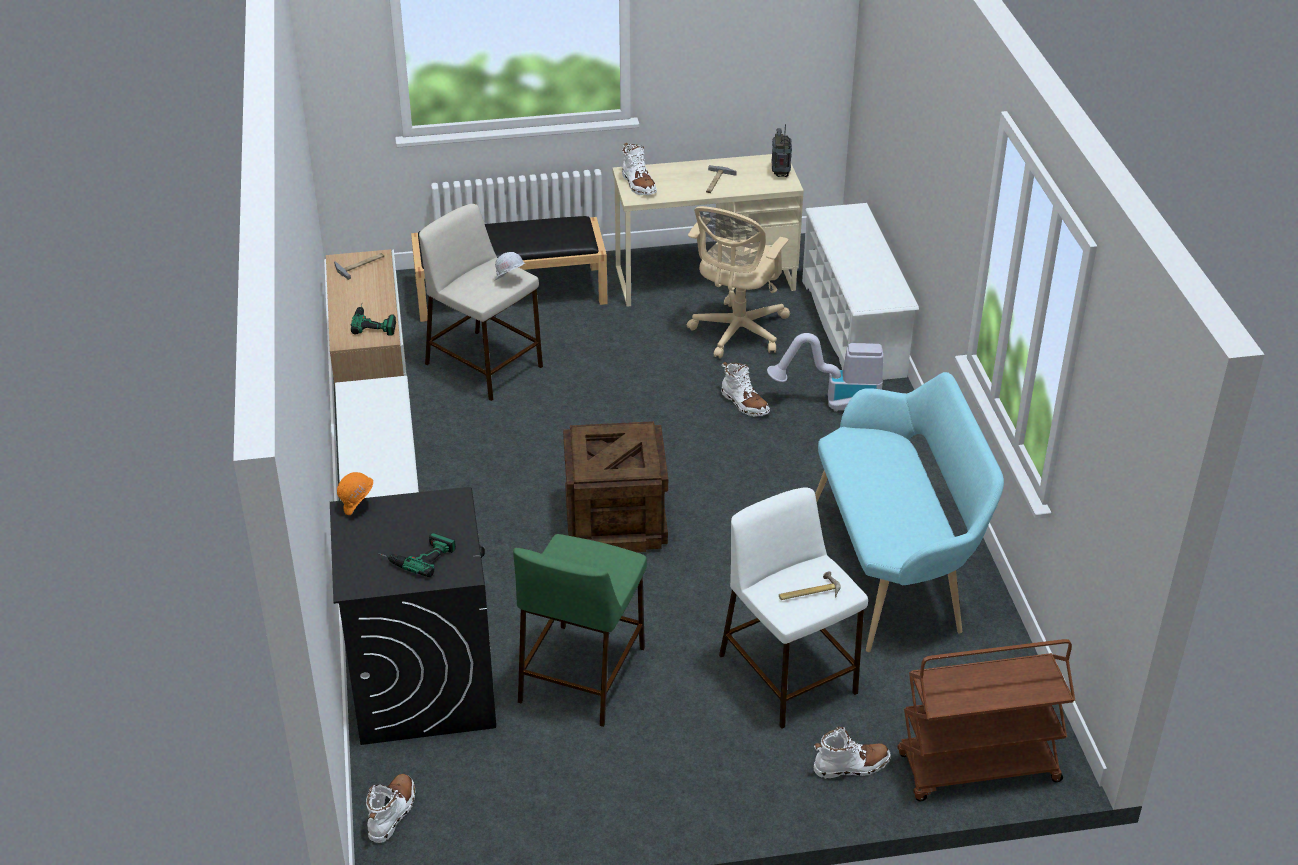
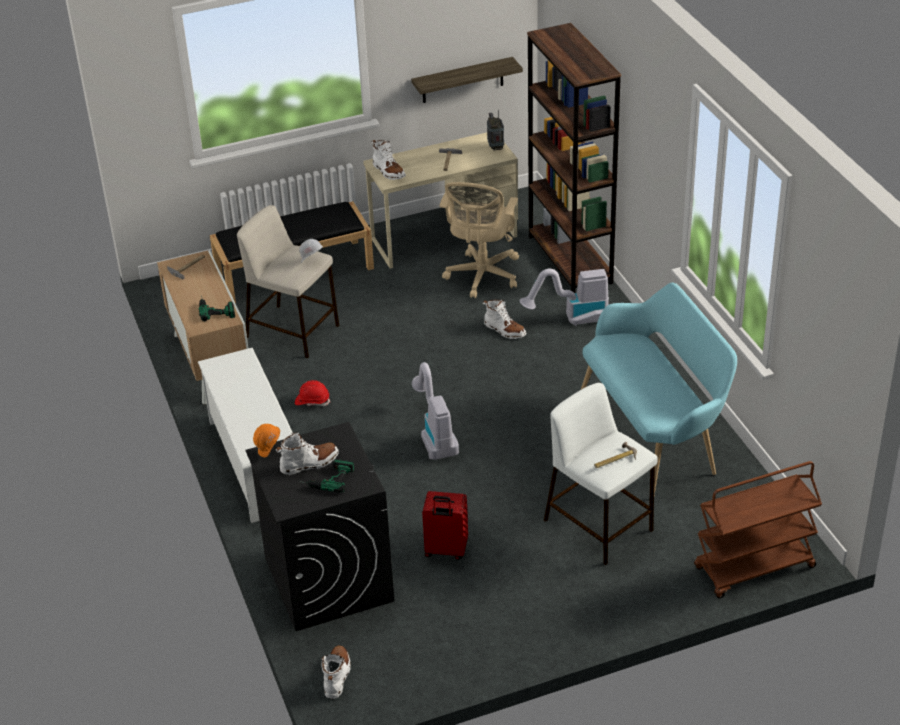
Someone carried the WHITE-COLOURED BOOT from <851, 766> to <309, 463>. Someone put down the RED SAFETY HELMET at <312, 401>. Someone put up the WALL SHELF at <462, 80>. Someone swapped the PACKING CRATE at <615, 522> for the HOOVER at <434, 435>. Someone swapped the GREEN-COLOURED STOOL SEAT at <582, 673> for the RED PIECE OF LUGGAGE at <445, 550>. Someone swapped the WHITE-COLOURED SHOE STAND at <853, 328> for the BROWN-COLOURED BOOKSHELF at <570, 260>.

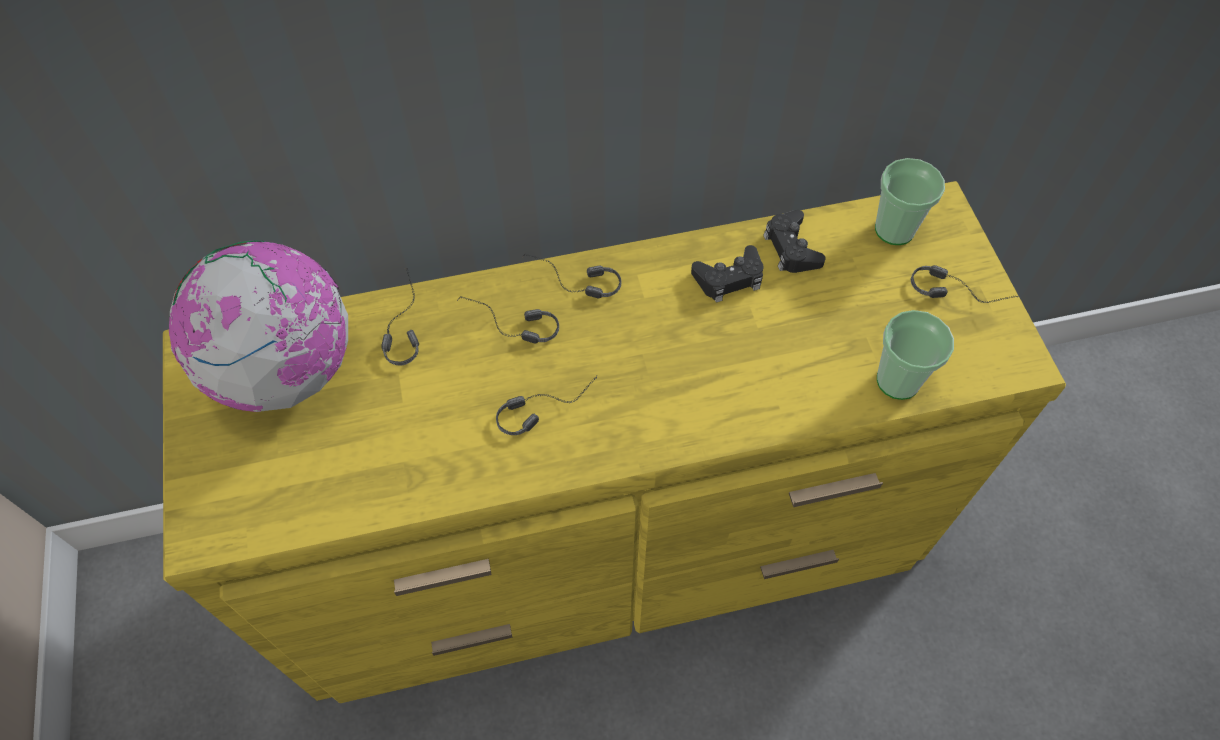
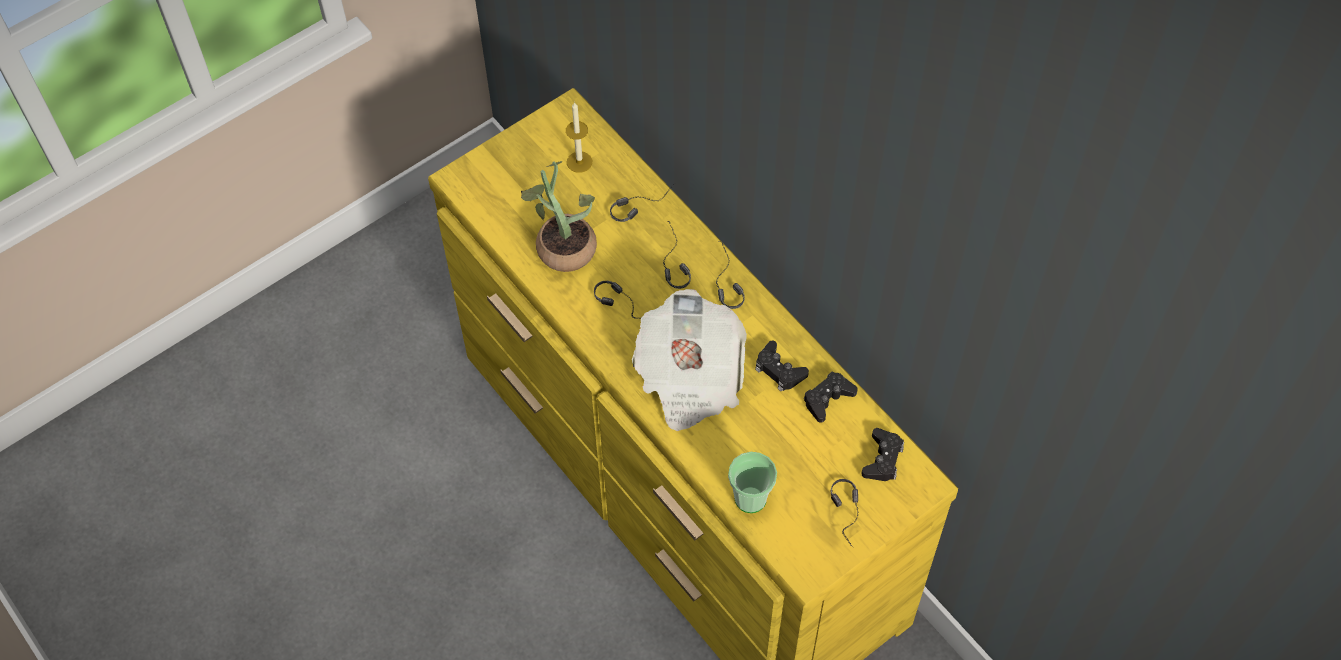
Someone put down the HOUSEPLANT at <562, 244>. Someone swapped the DESK GLOBE at <287, 369> for the WAX CANDLE at <579, 162>. Someone put down the DAILY PAPER at <689, 377>. Someone swapped the CUP at <894, 229> for the BLACKISH JOYPAD at <883, 459>.

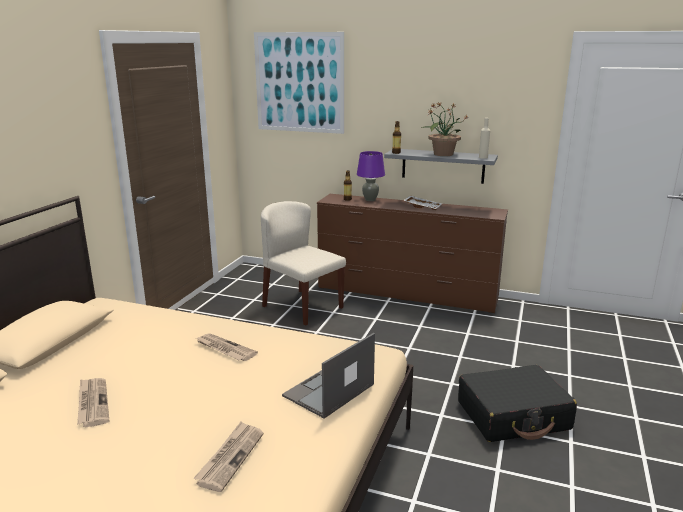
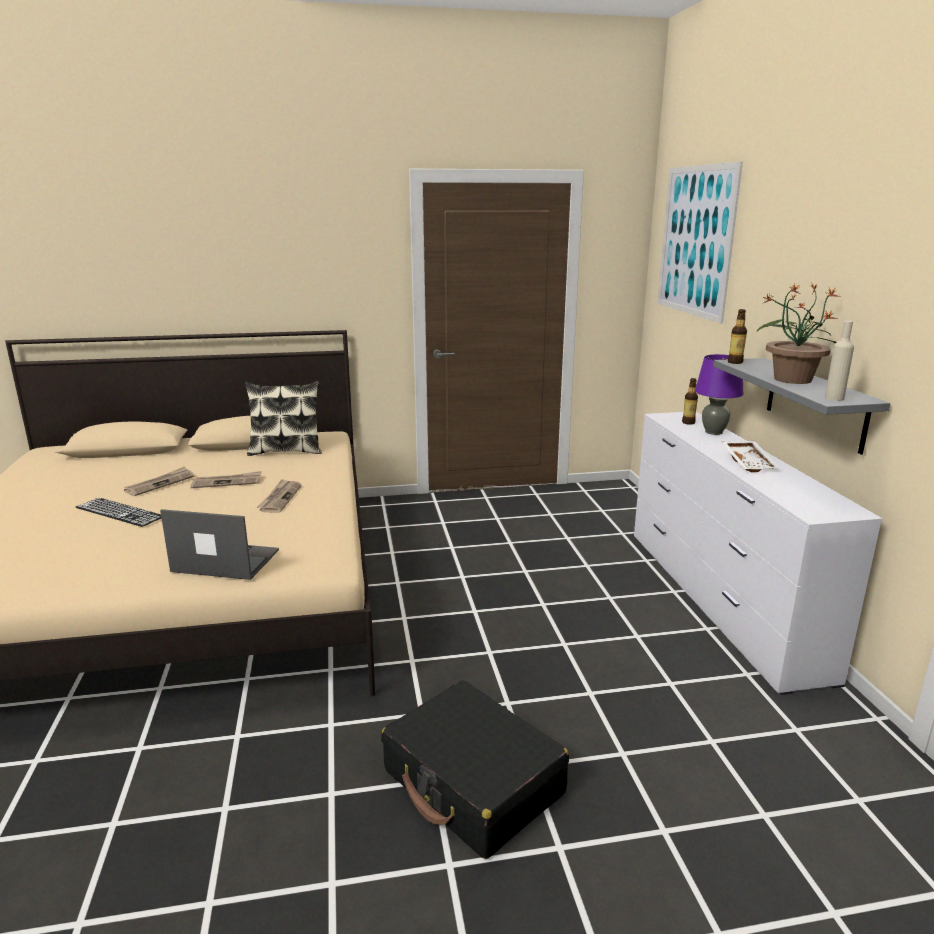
Someone put down the PC KEYBOARD at <119, 512>. Someone carried the DAILY PAPER from <230, 457> to <227, 482>. Someone put down the CUSHION at <286, 451>. Someone repainted the BROWN-COLOURED CHEST OF DRAWERS at <406, 293>, which became the WHITE-COLOURED CHEST OF DRAWERS at <719, 599>. Someone took away the BEIGE CHAIR at <302, 307>.

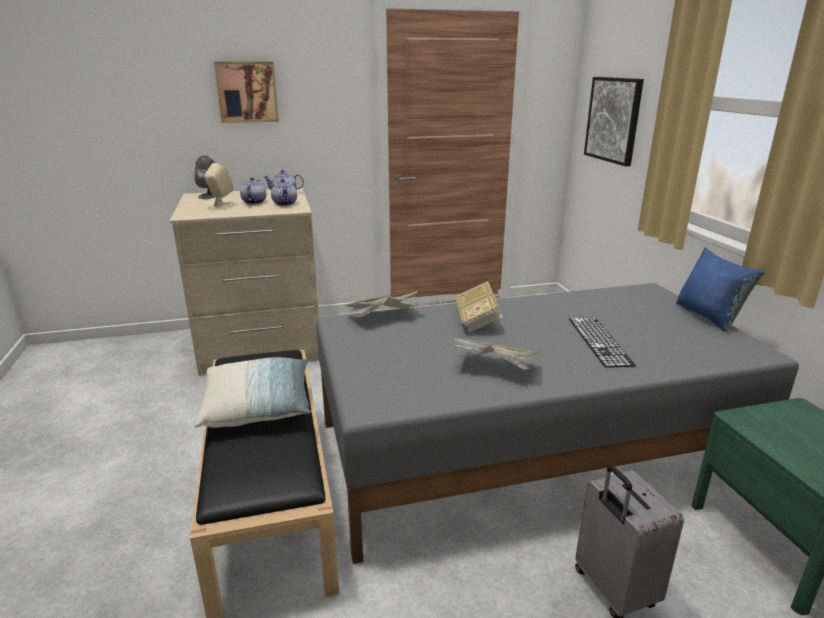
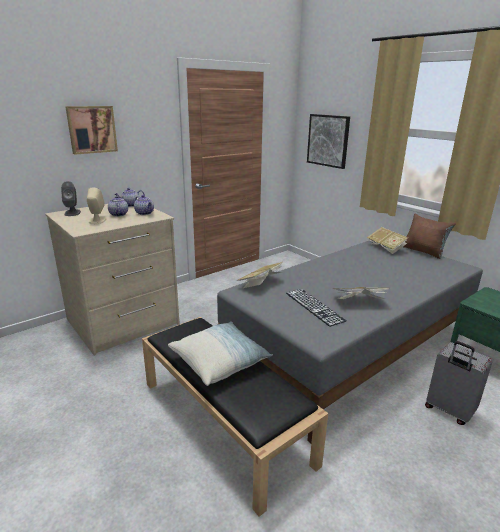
Someone carried the PC KEYBOARD from <599, 341> to <314, 306>. Someone carried the VOLUME from <477, 320> to <386, 248>. Someone repainted the BLUISH CUSHION at <709, 316>, which became the BROWN-COLOURED CUSHION at <424, 251>.

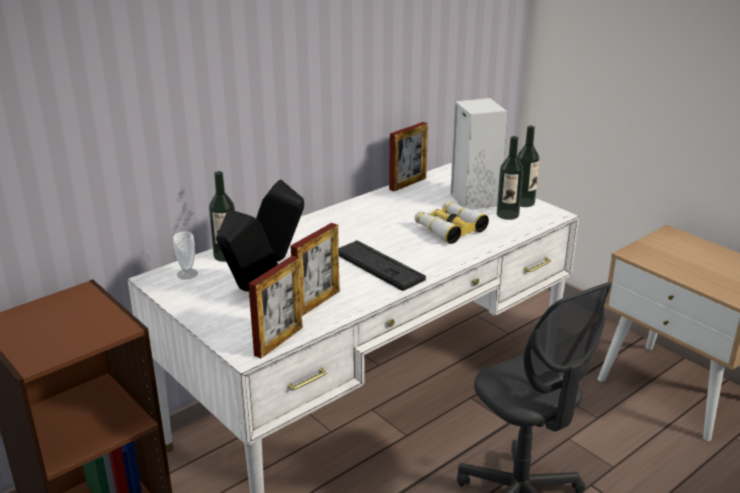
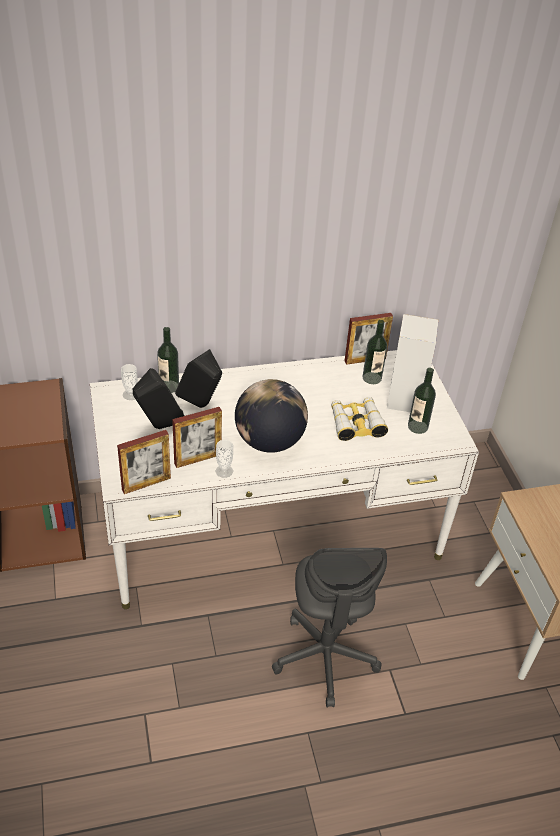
Someone put down the CUP at <224, 471>. Someone swapped the PC KEYBOARD at <379, 266> for the DESK GLOBE at <269, 441>. Someone carried the BOTTLE from <523, 202> to <372, 378>.

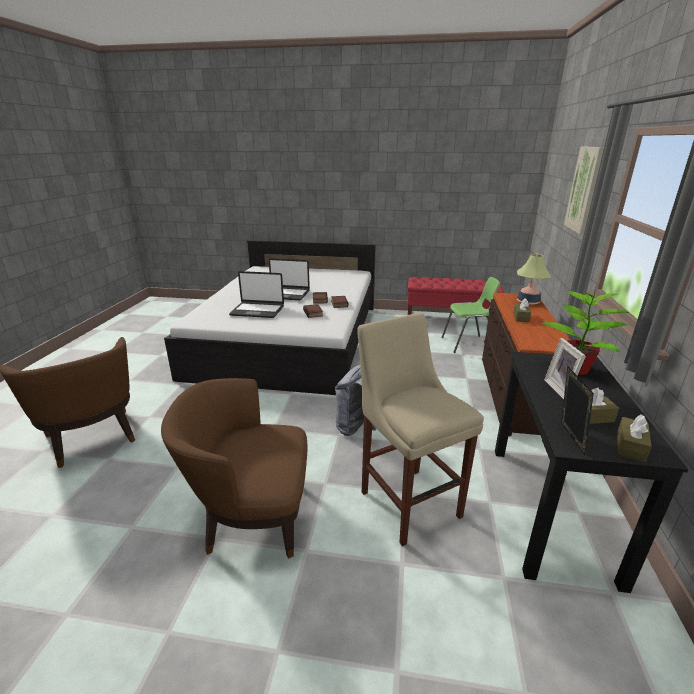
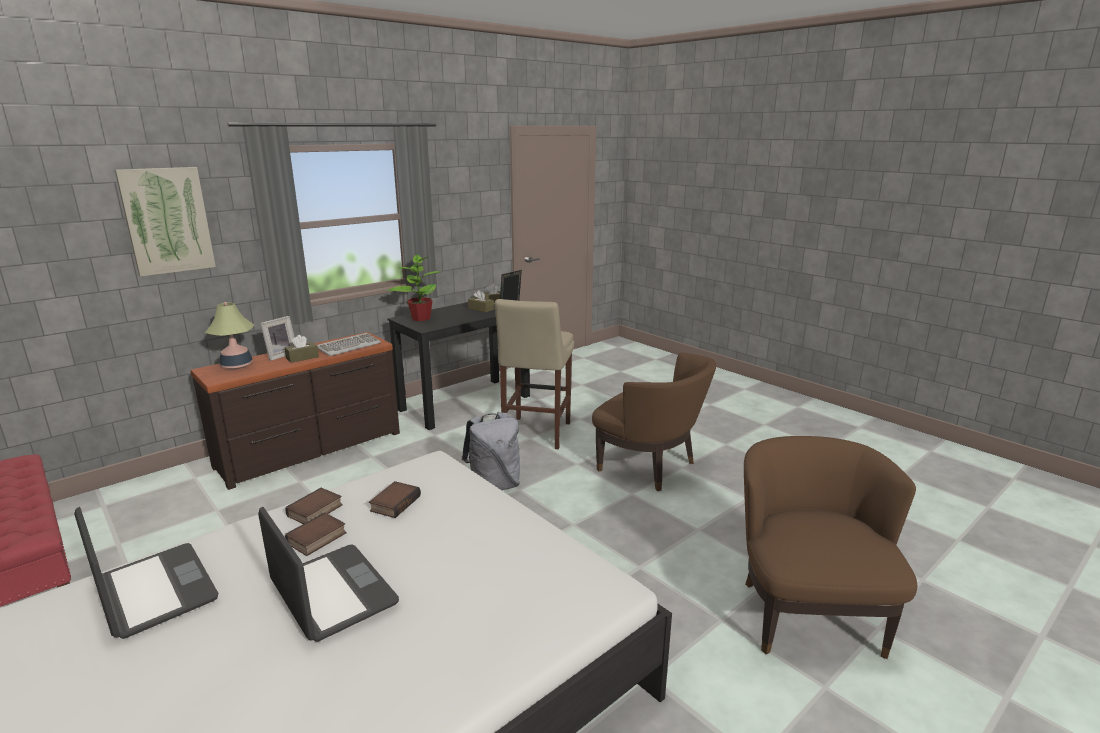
Someone carried the PORTABLE COMPUTER from <257, 310> to <154, 591>. Someone carried the PHOTO FRAME from <562, 389> to <280, 355>. Someone put down the PC KEYBOARD at <349, 347>. Someone took away the GREEN-COLOURED CHAIR at <467, 344>.

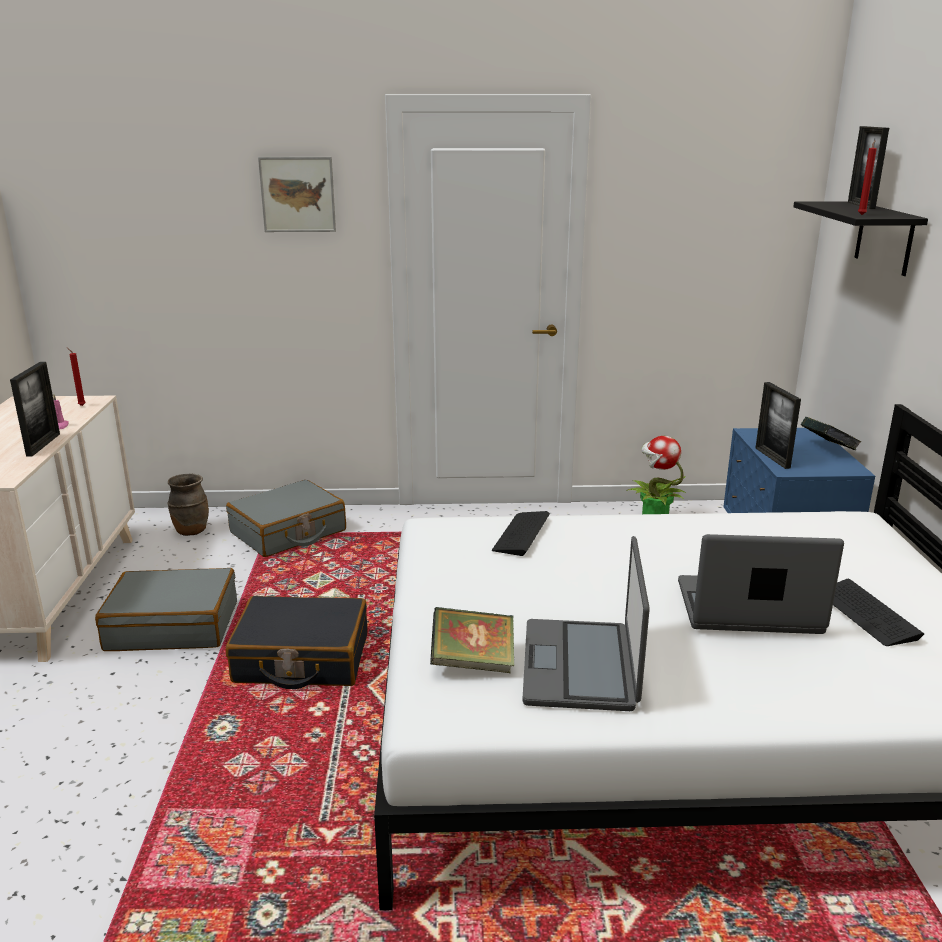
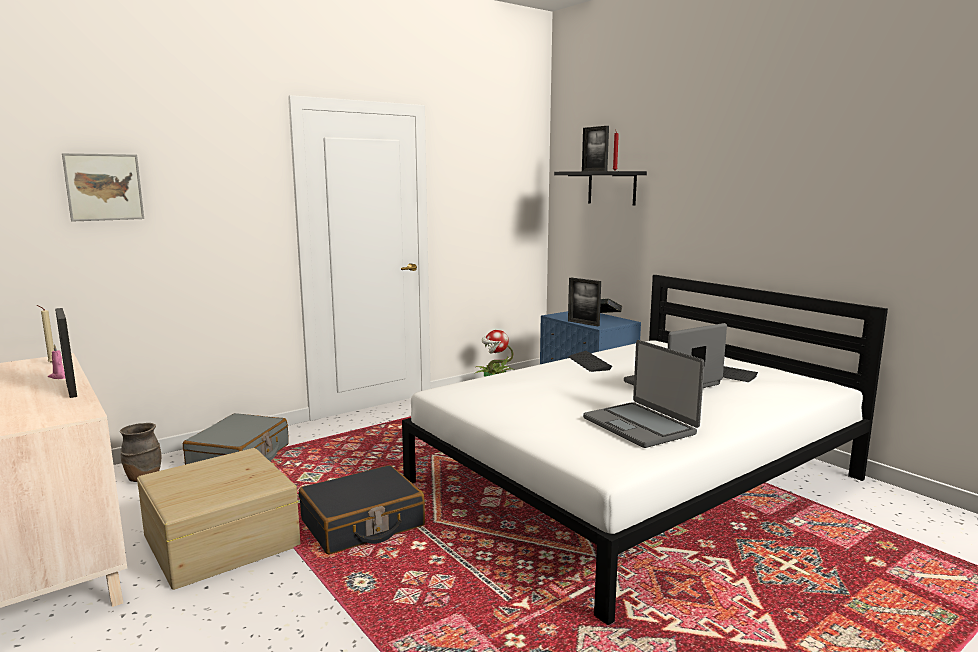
Someone repainted the RED WAX CANDLE at <81, 405>, which became the BEIGE WAX CANDLE at <51, 363>. Someone carried the PICTURE from <298, 194> to <104, 187>. Someone swapped the GRAY PIECE OF LUGGAGE at <173, 625> for the BEIGE STORAGE CONTAINER at <219, 540>. Someone carried the PC KEYBOARD from <521, 534> to <589, 363>. Someone took away the VOLUME at <473, 663>.

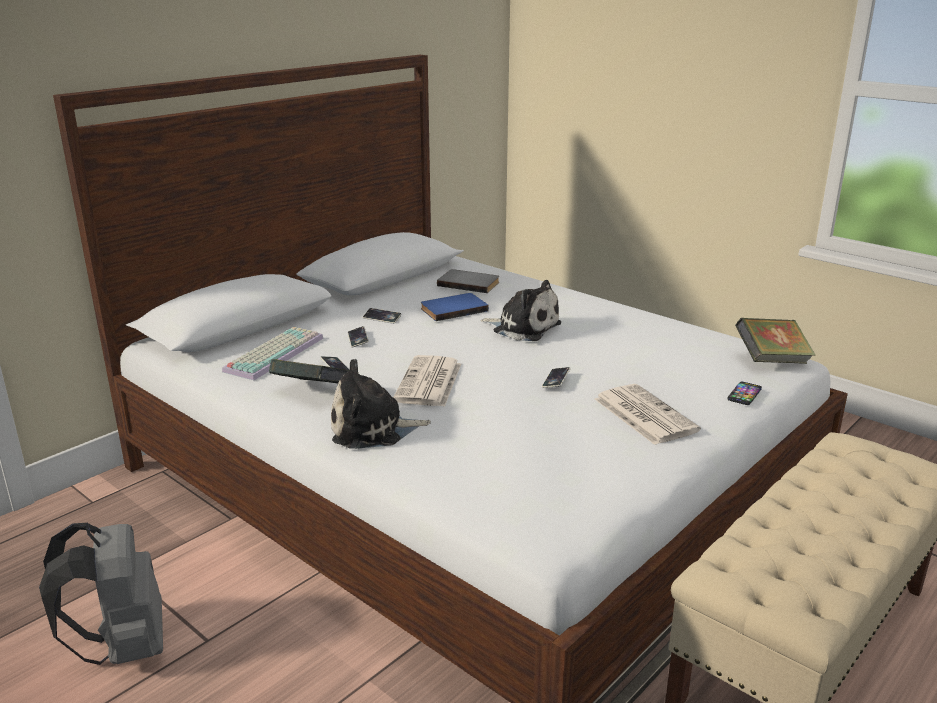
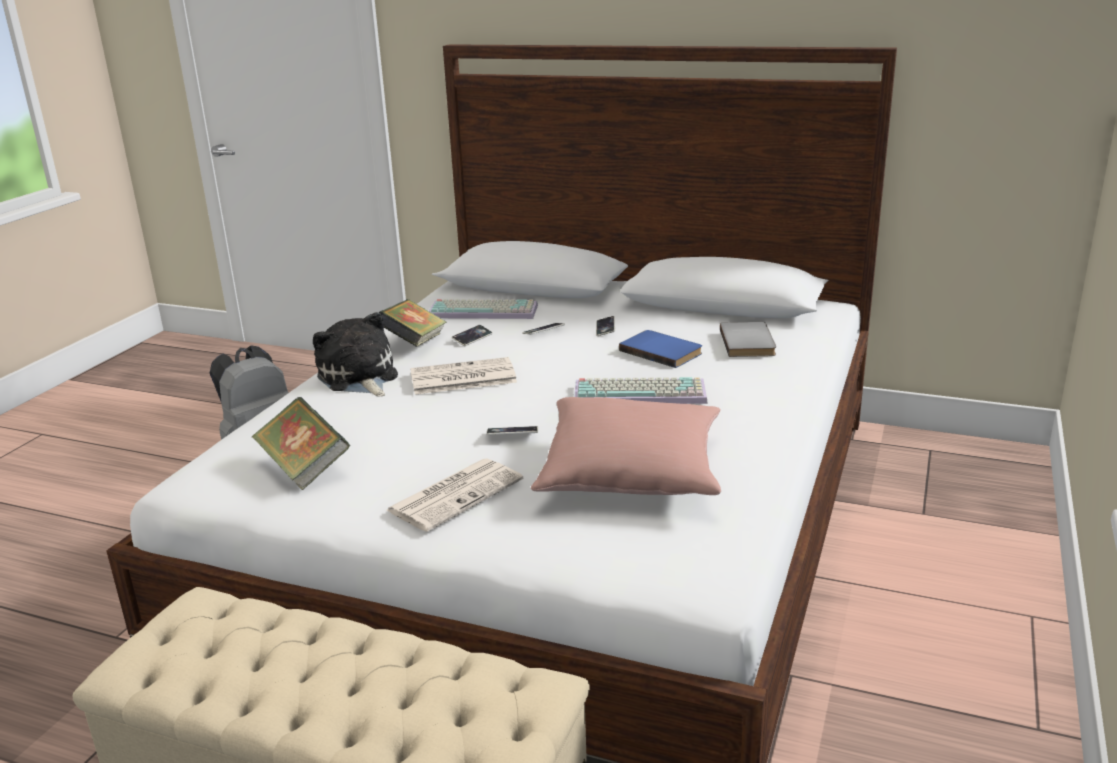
Someone carried the VOLUME from <771, 361> to <304, 468>. Someone put down the PINK-COLOURED CUSHION at <631, 472>. Someone swapped the CUDDLY TOY at <523, 327> for the PC KEYBOARD at <641, 392>. Someone took away the HANDSET at <744, 394>.

